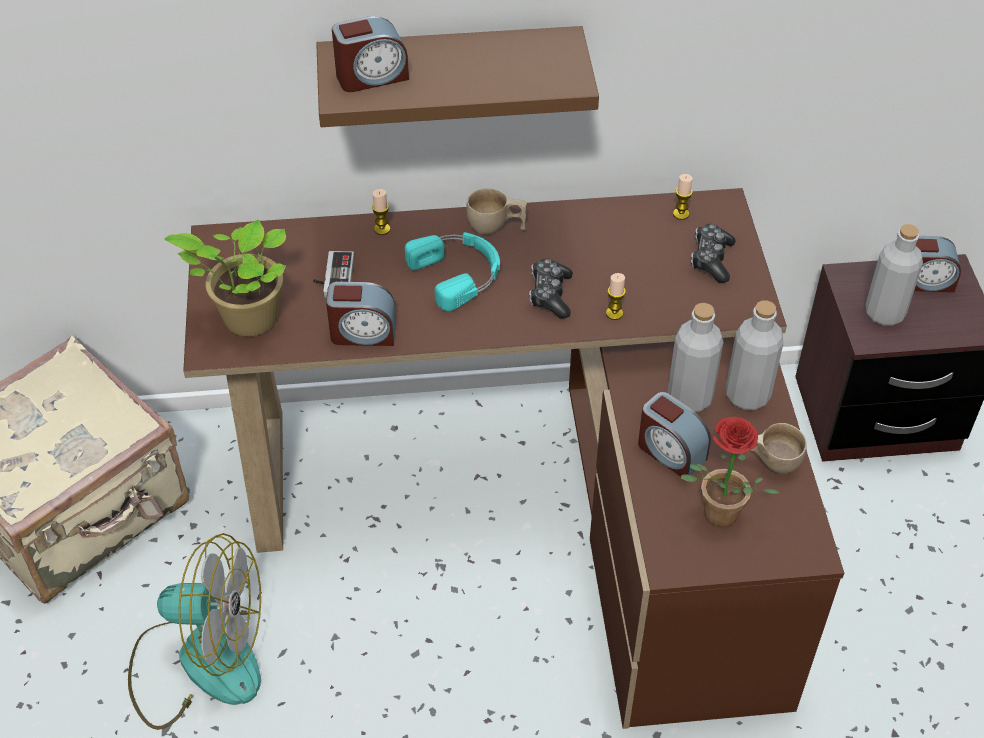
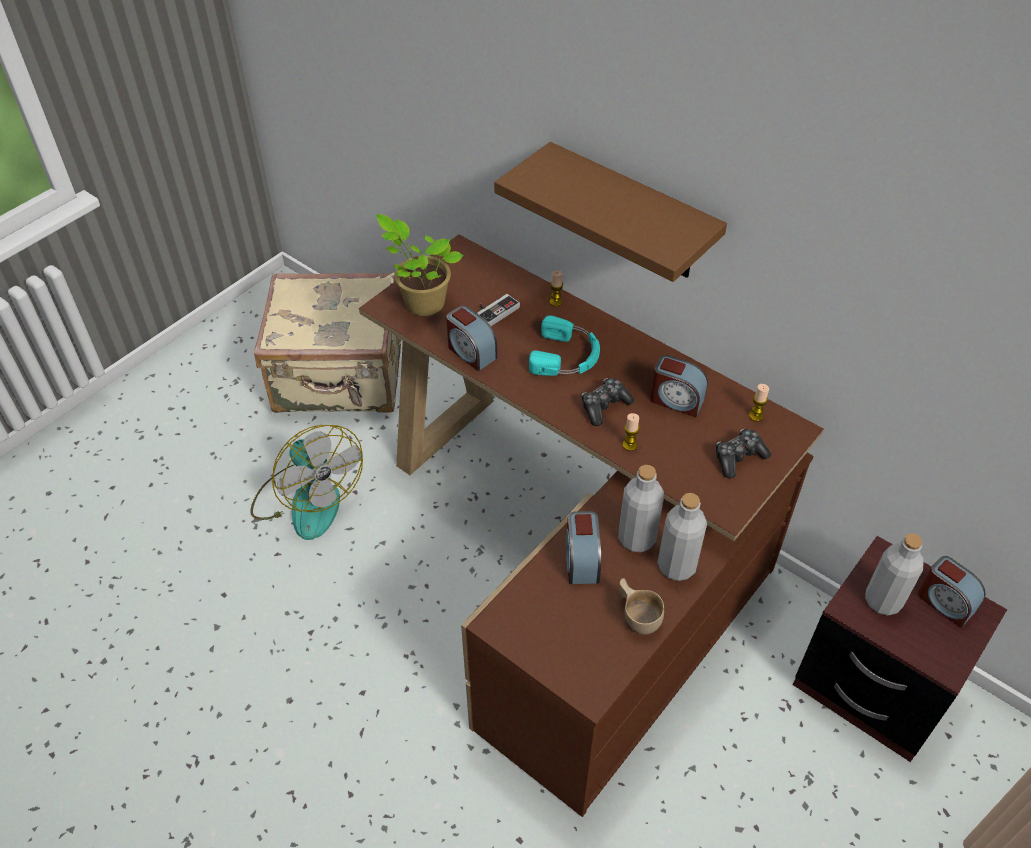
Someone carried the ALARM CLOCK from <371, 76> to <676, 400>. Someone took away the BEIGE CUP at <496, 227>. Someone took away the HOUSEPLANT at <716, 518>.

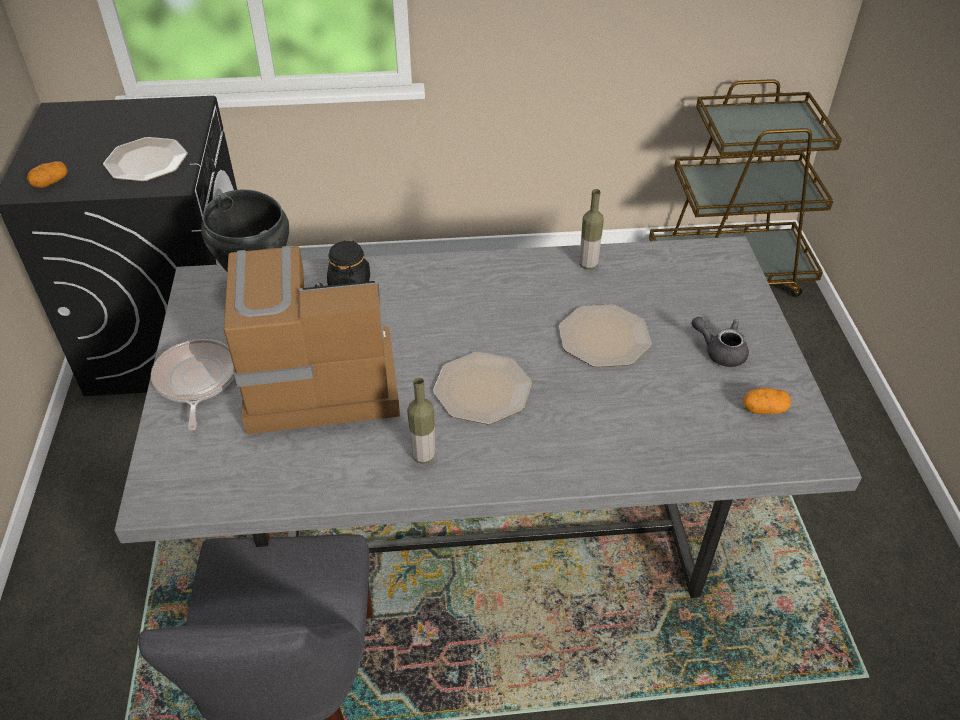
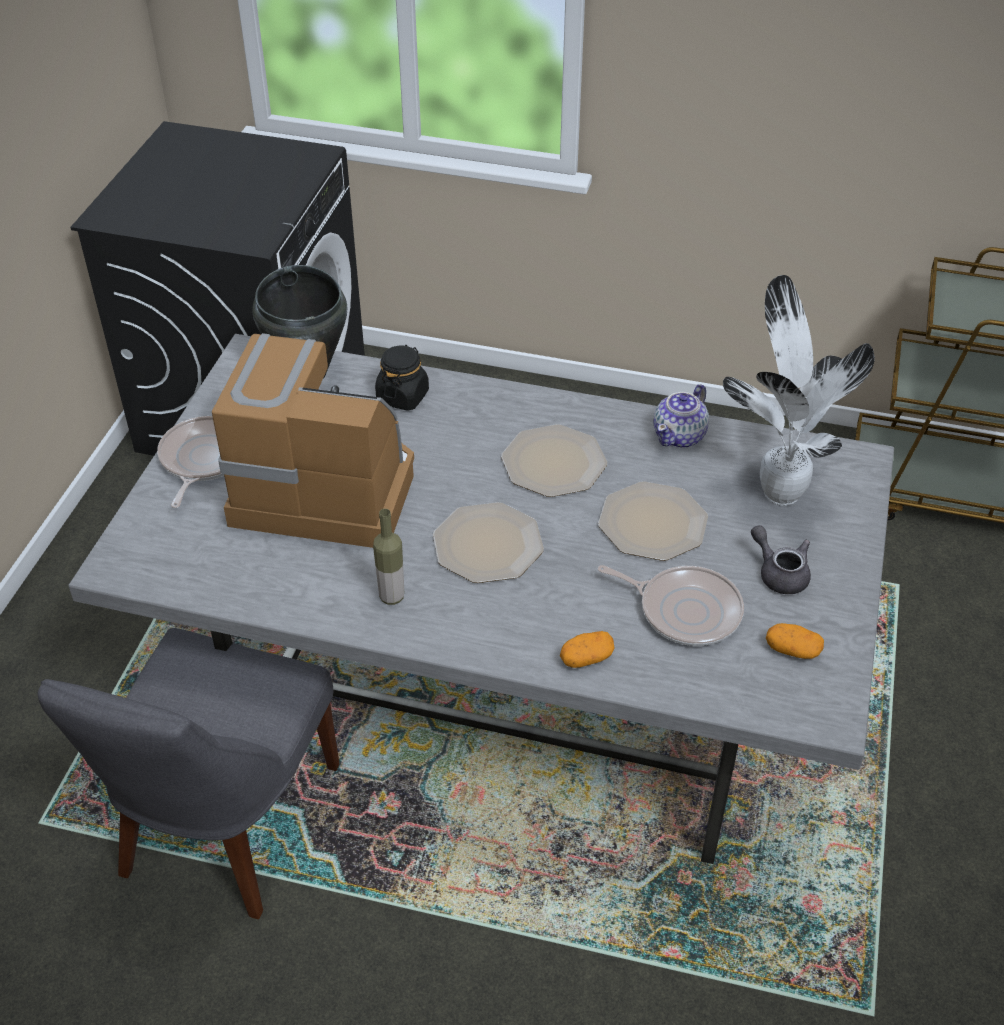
Someone carried the PLATE from <147, 161> to <554, 463>. Someone carried the SPUD from <50, 183> to <586, 658>. Someone put down the SKILLET at <685, 610>. Someone swapped the BOTTLE at <588, 265> for the TEAPOT at <680, 436>. Someone put down the HOUSEPLANT at <779, 491>.

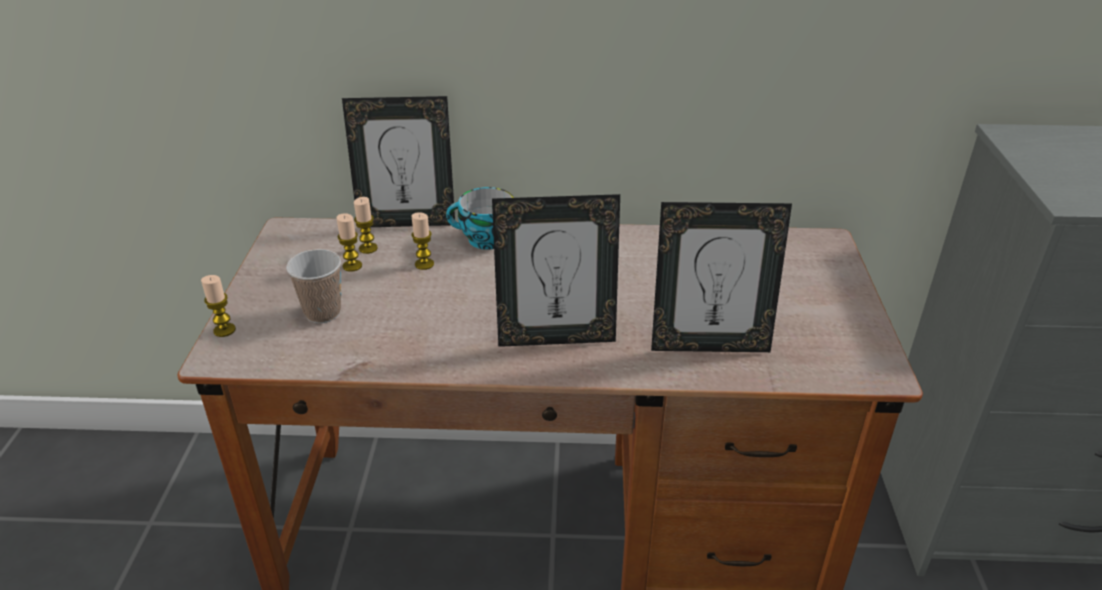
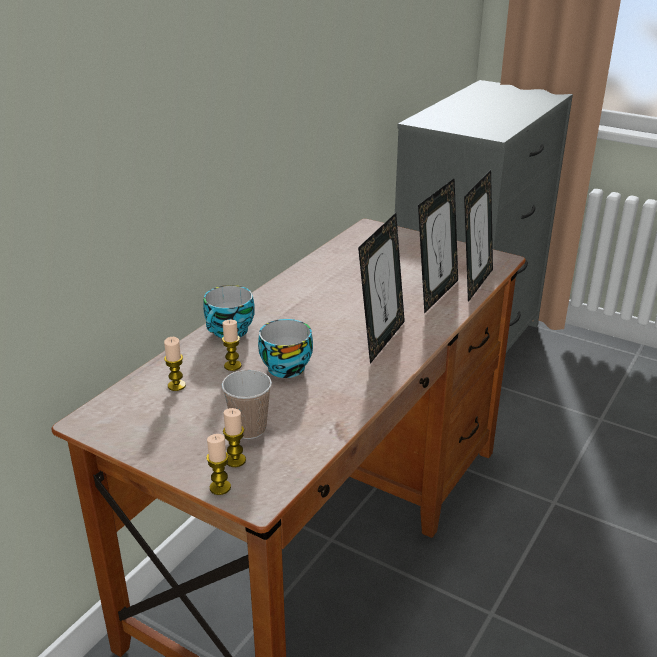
Someone carried the WAX CANDLE from <352, 266> to <235, 460>. Someone put down the CUP at <286, 366>. Someone carried the PHOTO FRAME from <407, 222> to <474, 283>.

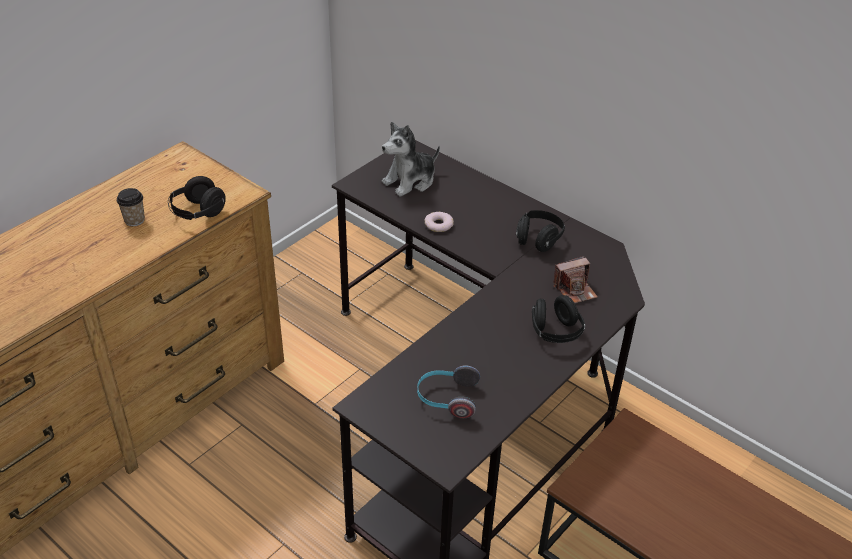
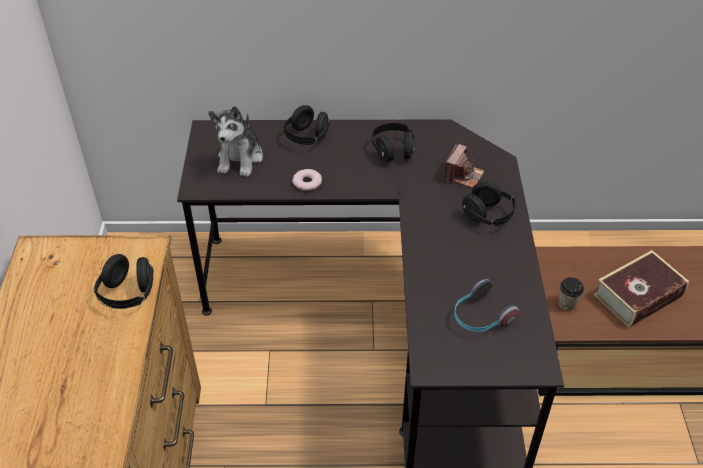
Someone put down the BLACKISH HEADPHONES at <306, 137>. Someone carried the CUP from <134, 220> to <567, 303>. Someone put down the VOLUME at <638, 296>.

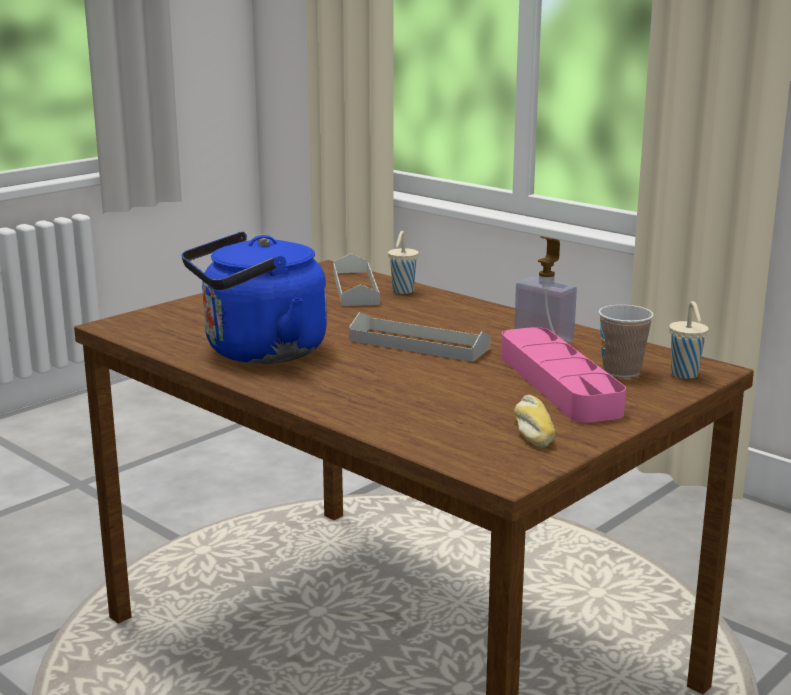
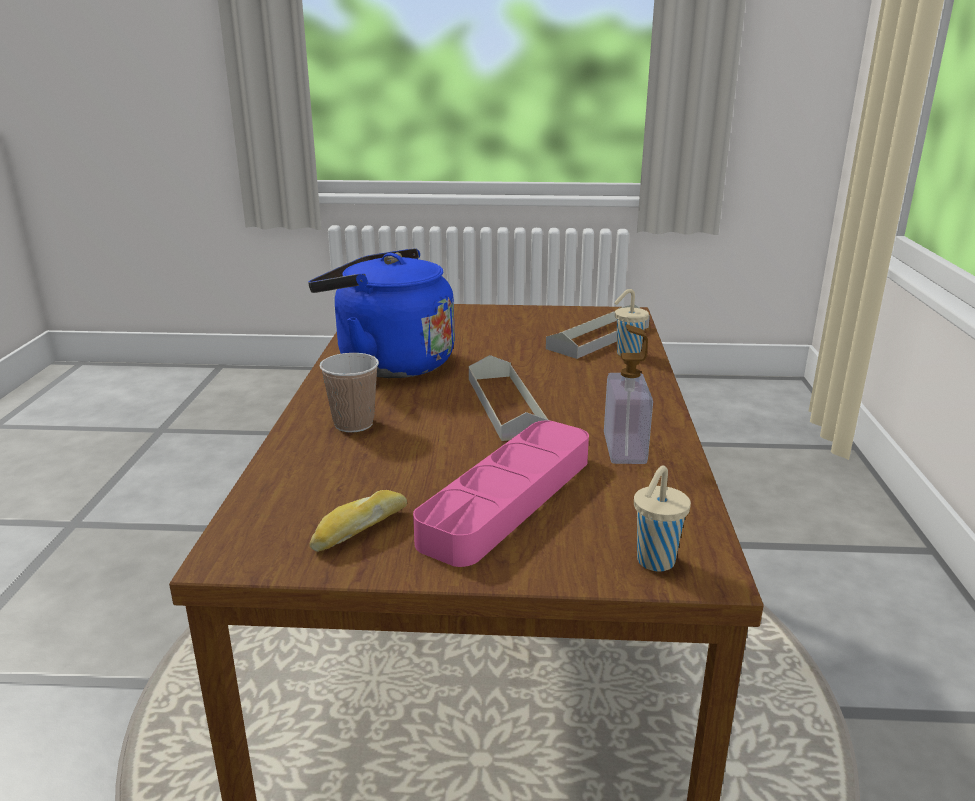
Someone carried the CUP from <621, 371> to <353, 424>.

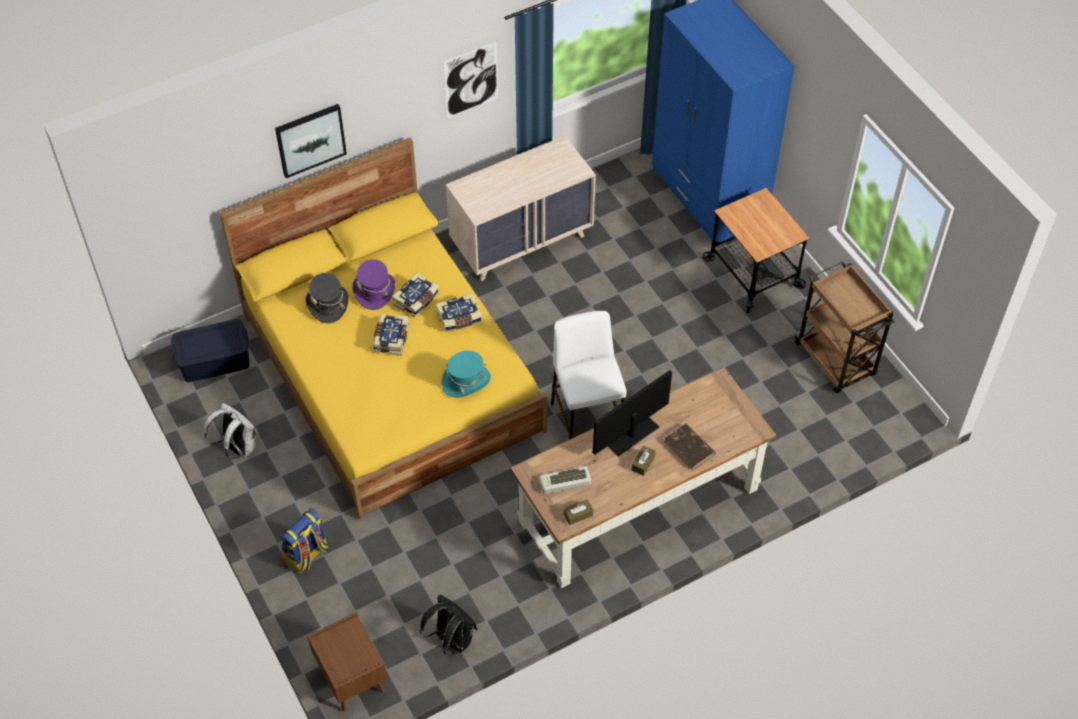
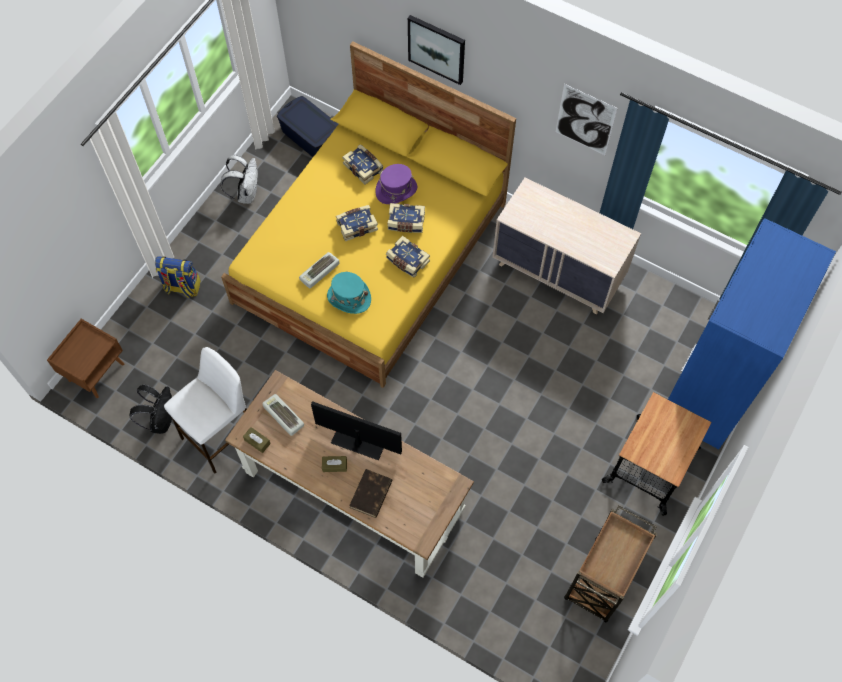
Someone carried the WHITE-COLOURED STOOL SEAT from <586, 424> to <222, 434>. Someone put down the PC KEYBOARD at <320, 272>. Someone swapped the GRAY HAT at <328, 304> for the VOLUME at <364, 167>.

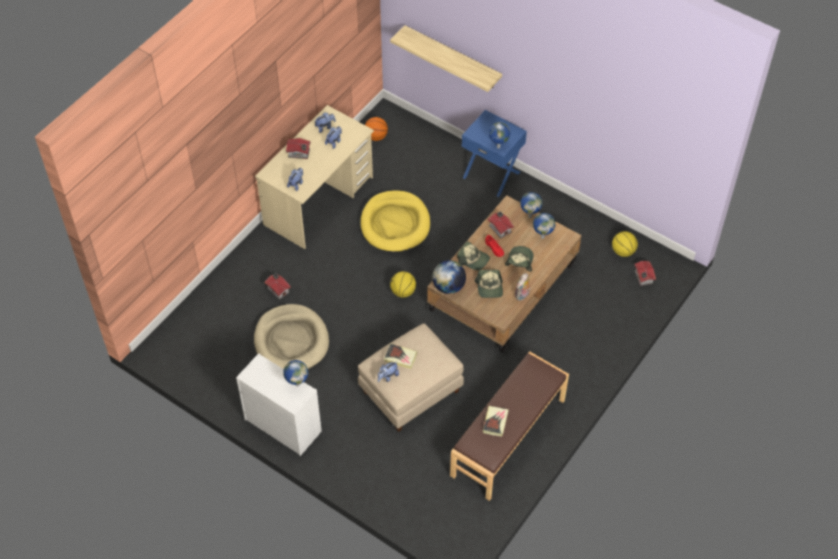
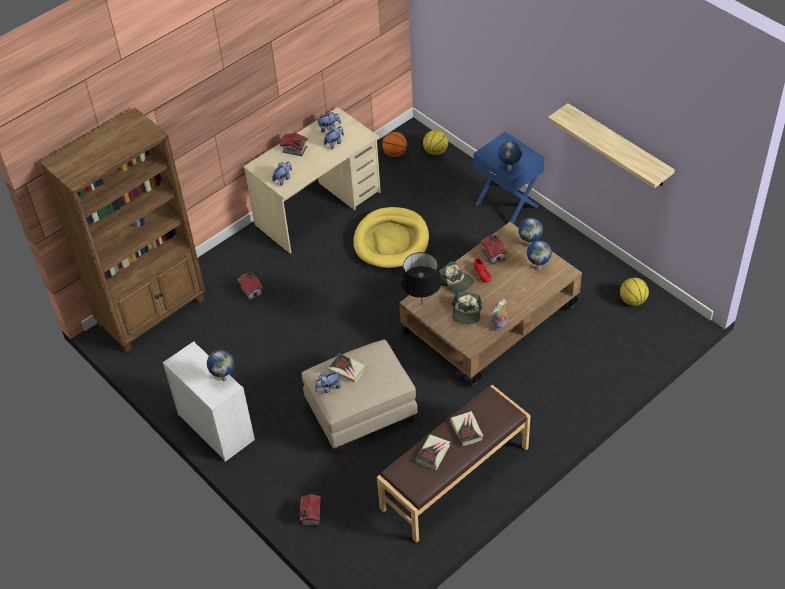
Someone put down the BROWN-COLOURED BOOKSHELF at <153, 313>. Someone carried the MINIATURE HOUSE from <643, 278> to <310, 515>. Someone swapped the DESK GLOBE at <448, 287> for the BLACKISH LAMP FOR A TABLE at <422, 306>. Someone carried the BASKETBALL from <403, 292> to <435, 151>. Someone put down the VOLUME at <466, 430>. Someone carried the WALL SHELF from <452, 58> to <618, 146>. Someone took away the BEIGE DOG BED at <291, 341>. Someone took away the CAP at <519, 261>.

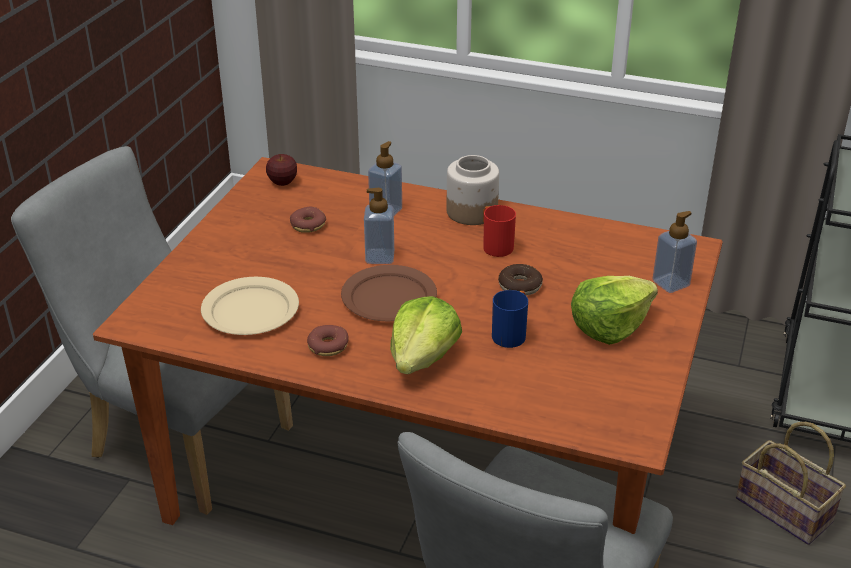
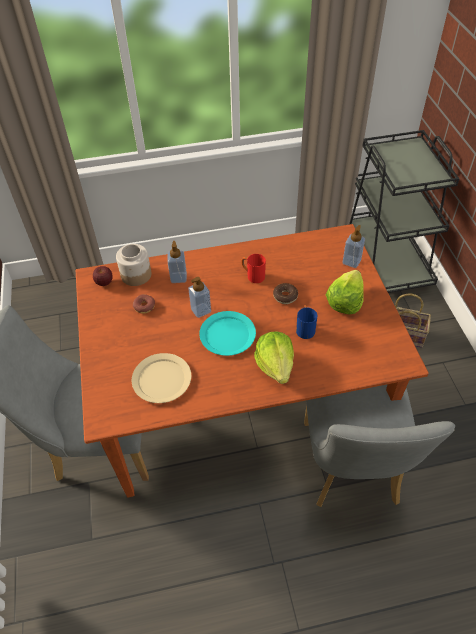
Someone carried the STORAGE JAR from <471, 212> to <136, 275>. Someone repainted the BROWN-COLOURED PLATE at <390, 297>, which became the TURQUOISE-COLOURED PLATE at <228, 334>. Someone took away the DONUT at <328, 346>.

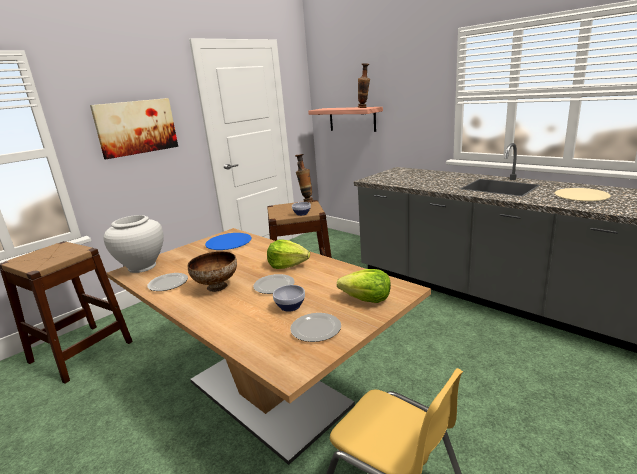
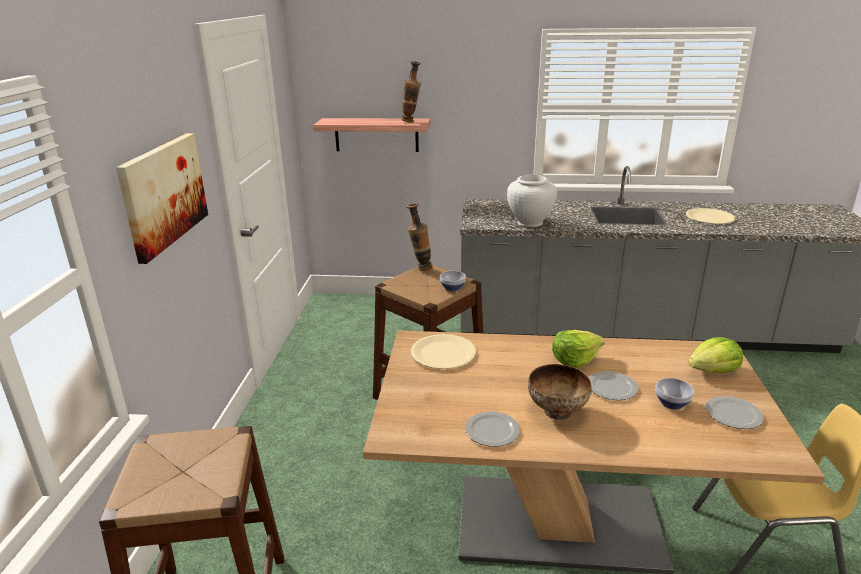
Someone repainted the BLUISH PLATE at <229, 243>, which became the BEIGE PLATE at <443, 353>. Someone carried the WHITE-COLOURED DECORATIVE VASE from <142, 267> to <530, 223>.

